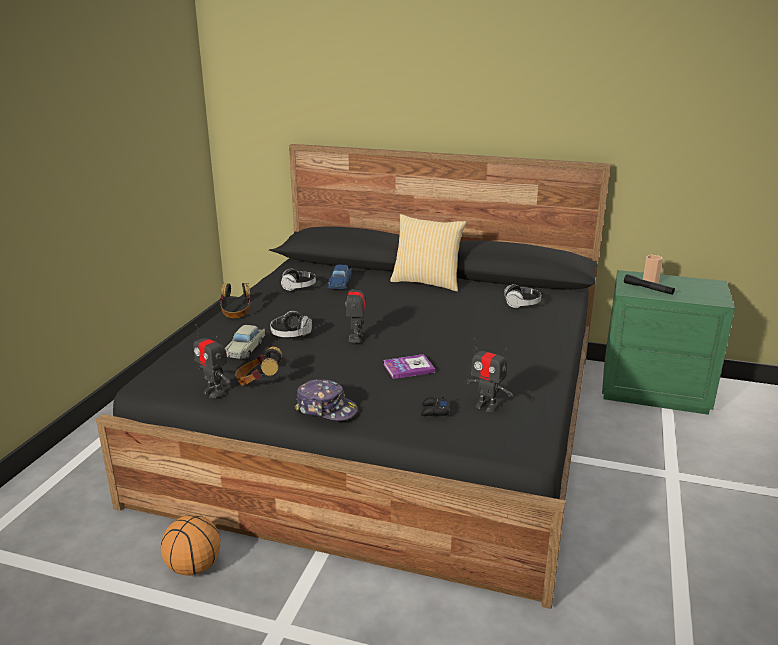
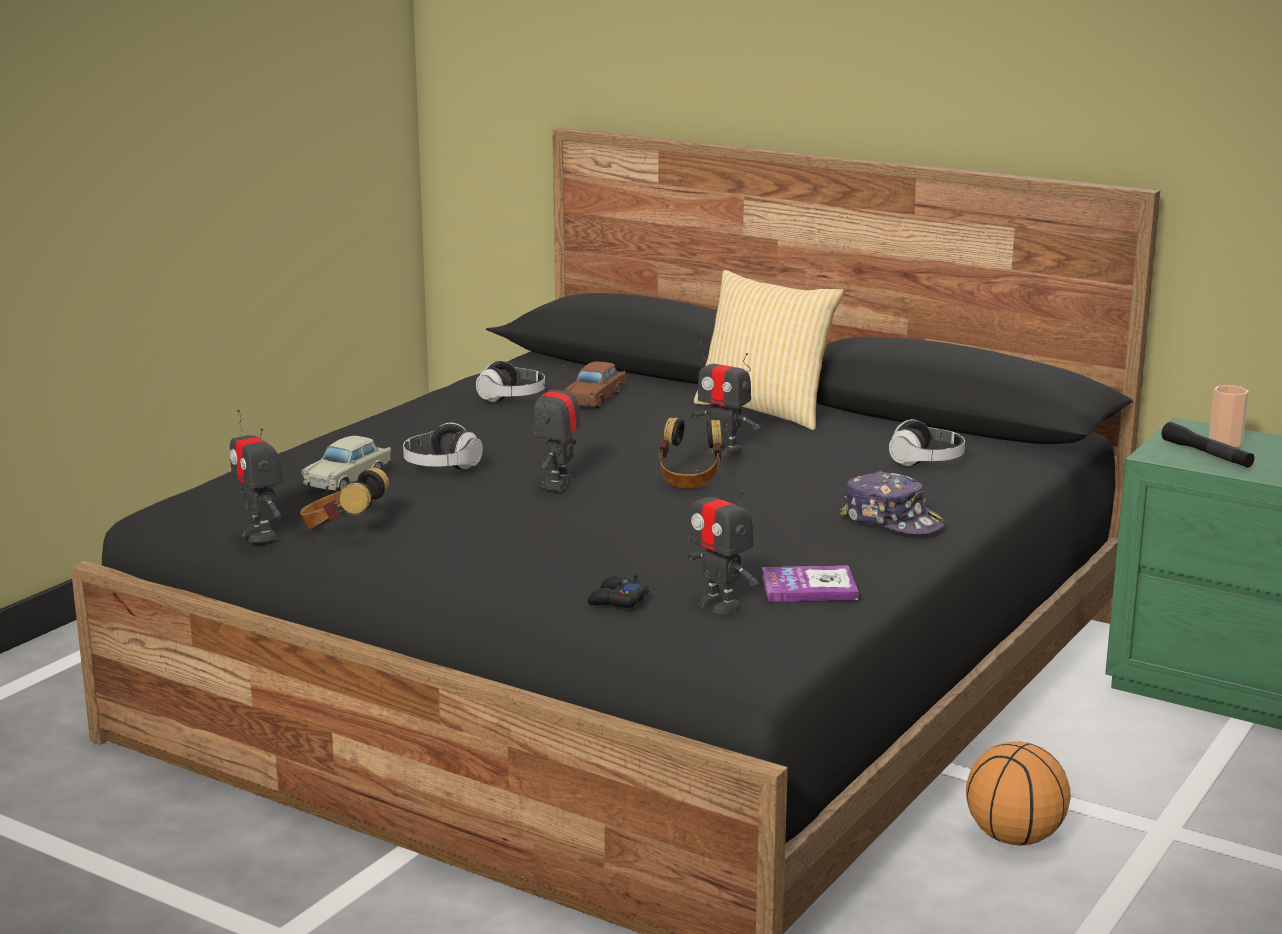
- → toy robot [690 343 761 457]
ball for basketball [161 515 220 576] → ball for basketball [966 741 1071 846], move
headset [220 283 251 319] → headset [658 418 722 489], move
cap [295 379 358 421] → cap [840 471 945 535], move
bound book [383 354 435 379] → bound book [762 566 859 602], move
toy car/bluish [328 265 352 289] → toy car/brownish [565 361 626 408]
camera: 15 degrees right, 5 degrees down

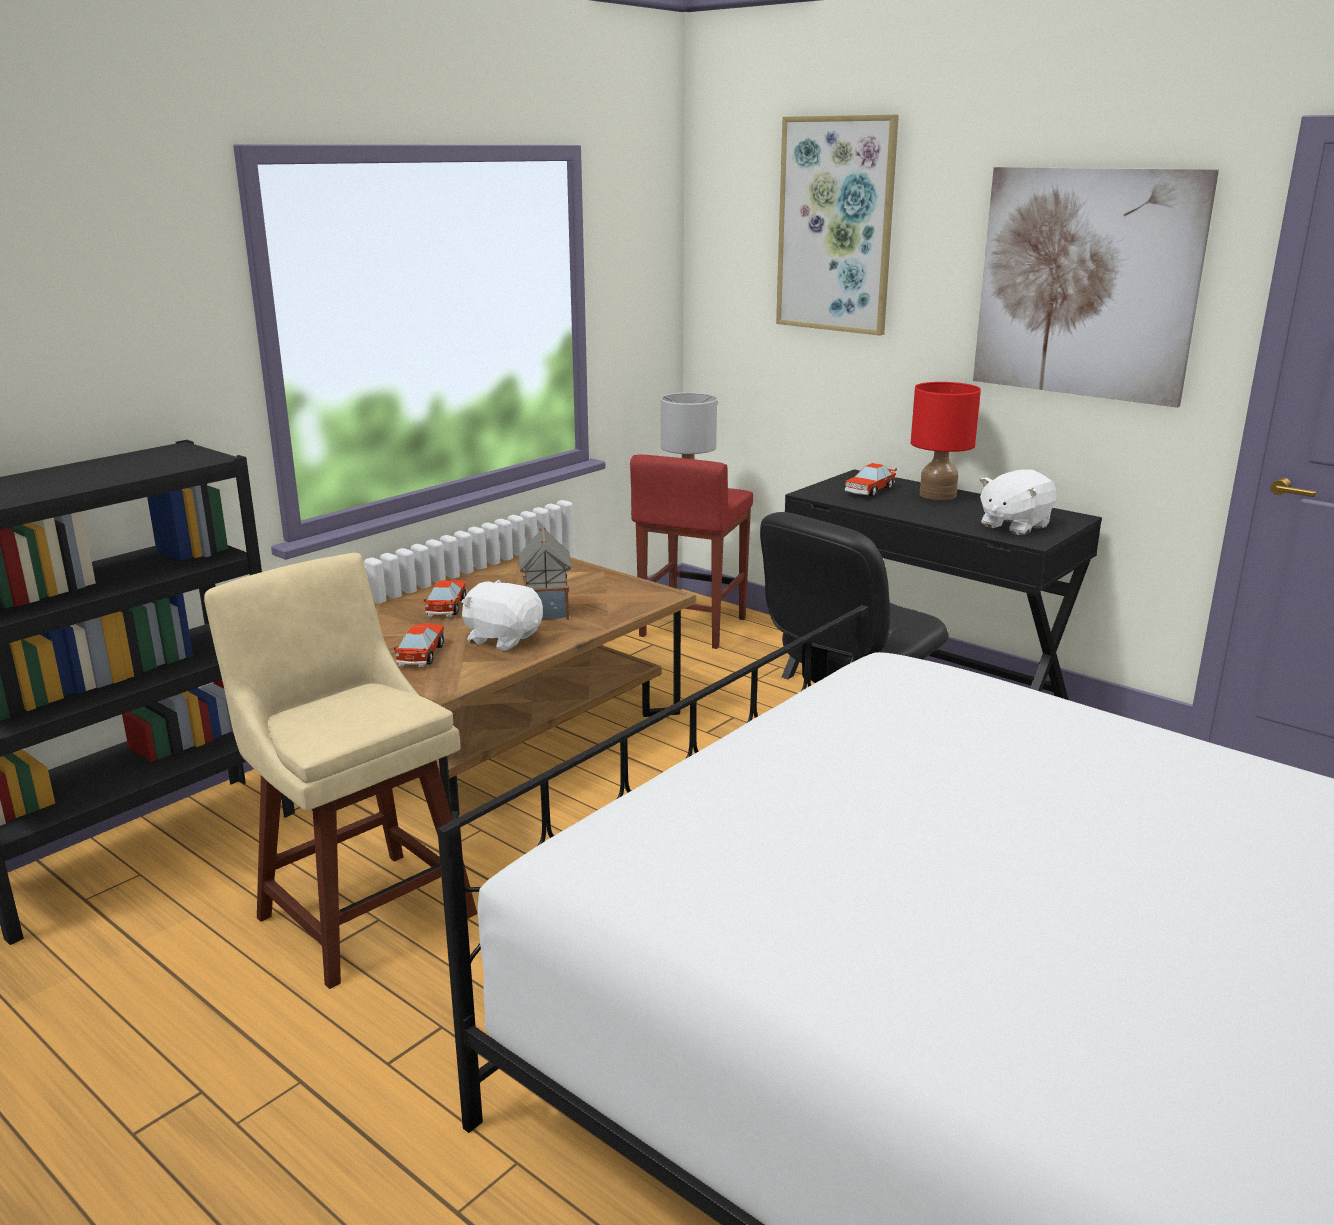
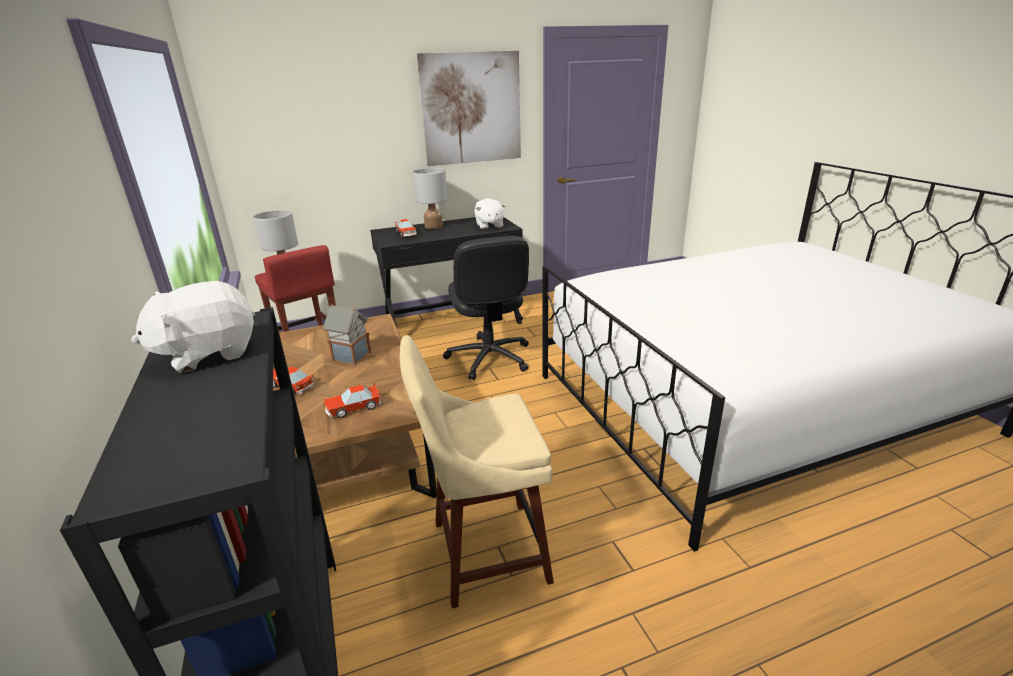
wall art [776 115 899 336] → -
plush toy/white [461 579 543 651] → plush toy/white [131 281 255 373], move
lamp for a table/red-coloured [911 382 981 501] → lamp for a table/gray [413 168 448 229]
toy car [394 623 444 667] → toy car [324 383 381 418], 60 degrees counterclockwise
camera: 60 degrees left, 5 degrees up

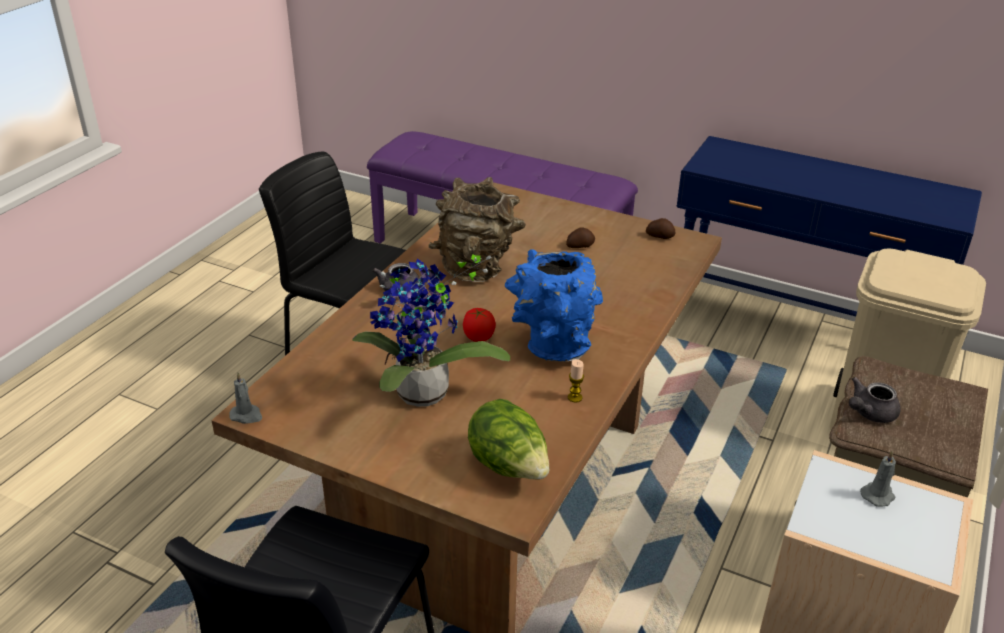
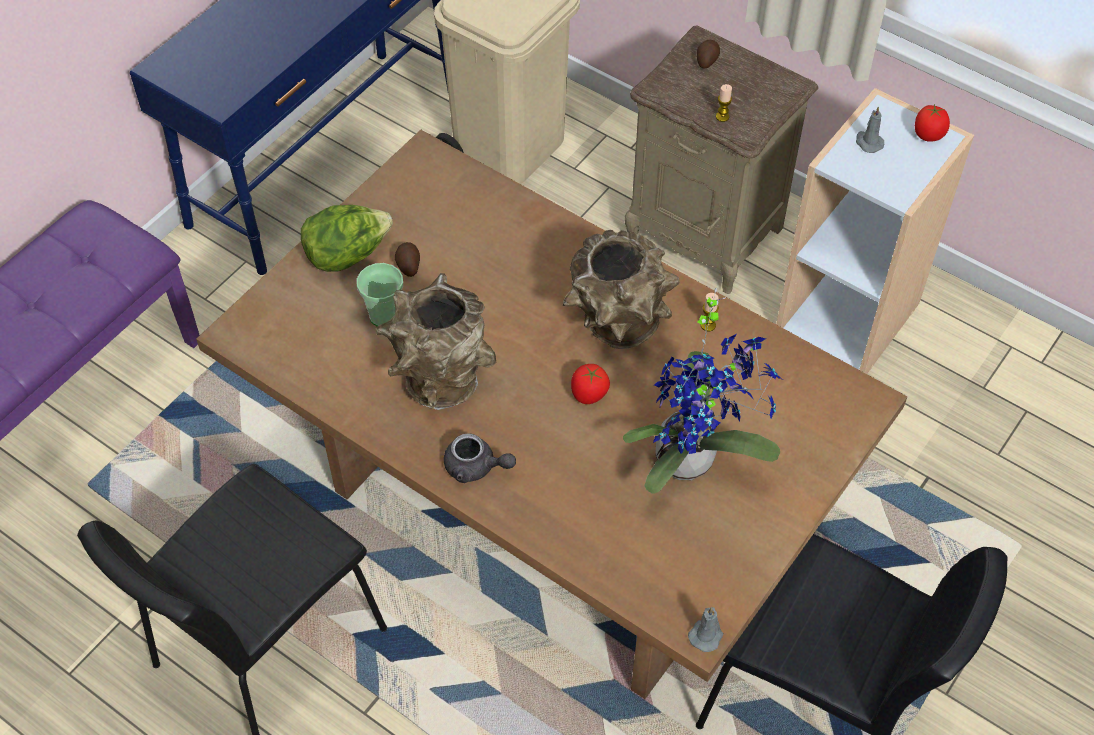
- → small cup [357 263 403 327]
- → fresh tomato [915 104 950 142]
lettuce [468 399 549 480] → lettuce [301 205 393 272], move
potato [646 218 675 239] → potato [697 40 720 69], move
pot for tea/gray [849 377 901 423] → wax candle [716 84 732 122]
vase/bluish [505 249 603 362] → vase/brownish [563 230 680 349]
camera: 80 degrees left, 20 degrees up

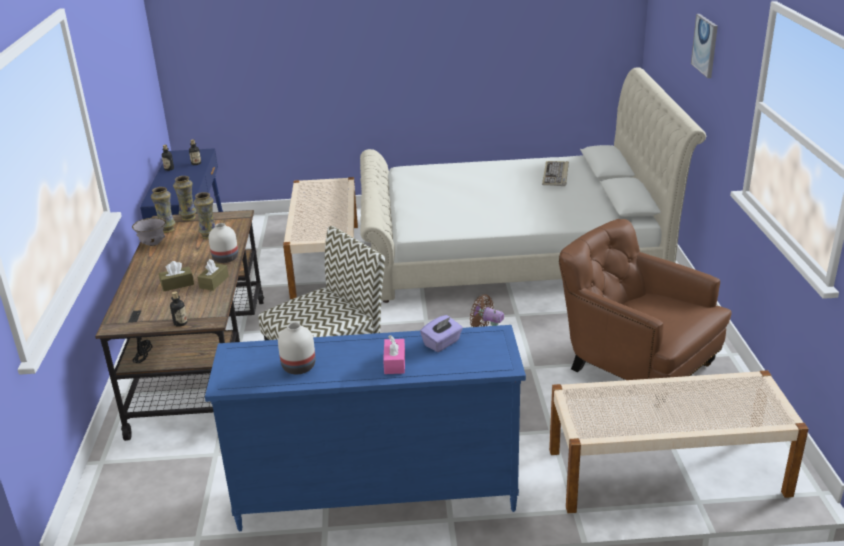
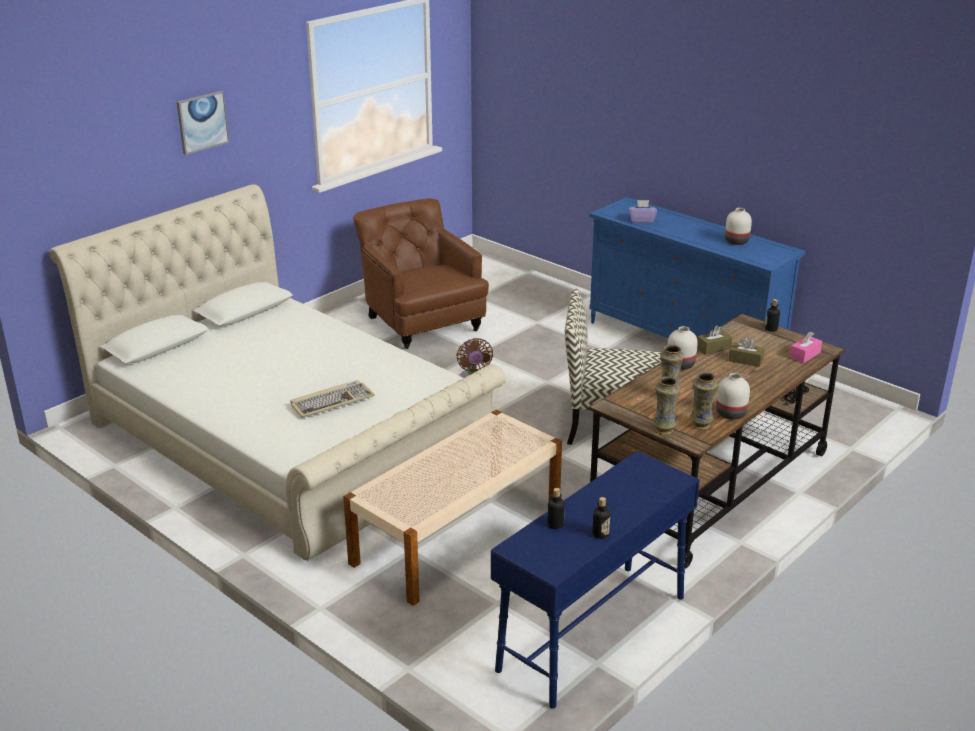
long seat/beige-coloured [549 370 809 513] → -
tissue box/pink-coloured [383 335 405 374] → tissue box/pink-coloured [790 332 822 363], move
keyboard [542 161 569 186] → keyboard [291 380 375 418], move
serving bowl/gray [132 217 166 246] → vase/white [716 373 750 420]
easy chair/brownish [559 219 732 407] → easy chair/brownish [353 198 489 349], 150 degrees clockwise
camera: 135 degrees left, 0 degrees up

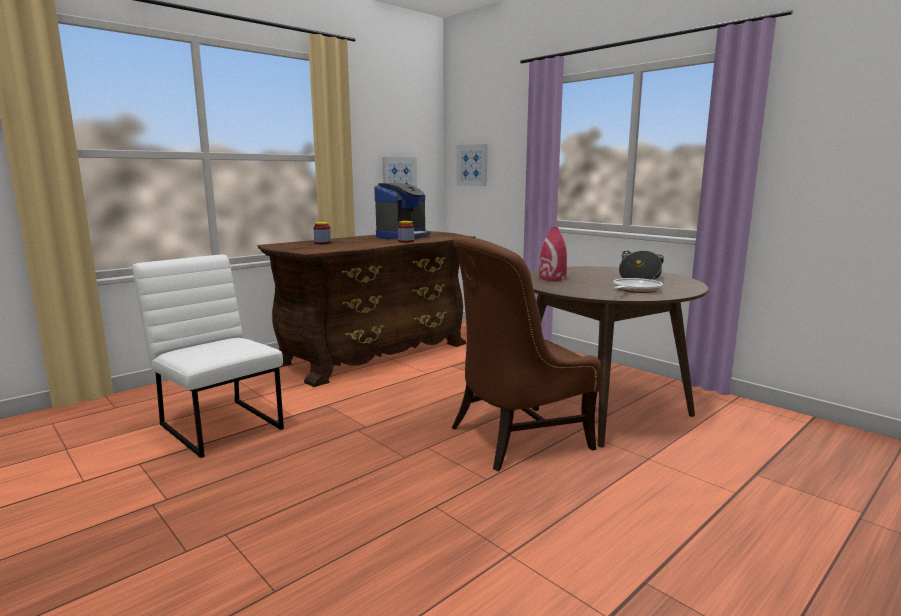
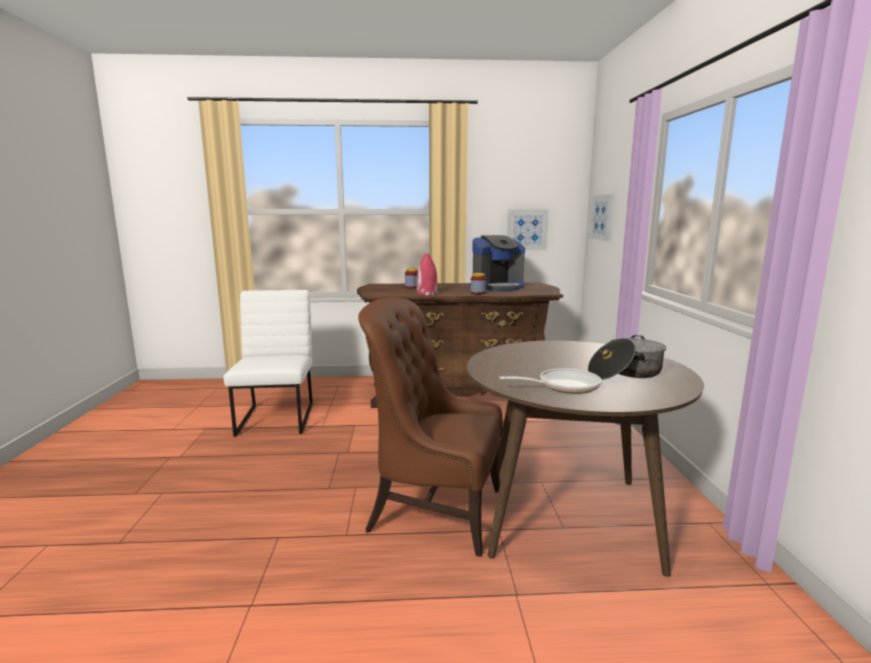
vase/red-coloured [539 227 567 281] → vase/red-coloured [417 254 438 295], move
camera: 40 degrees right, 0 degrees up

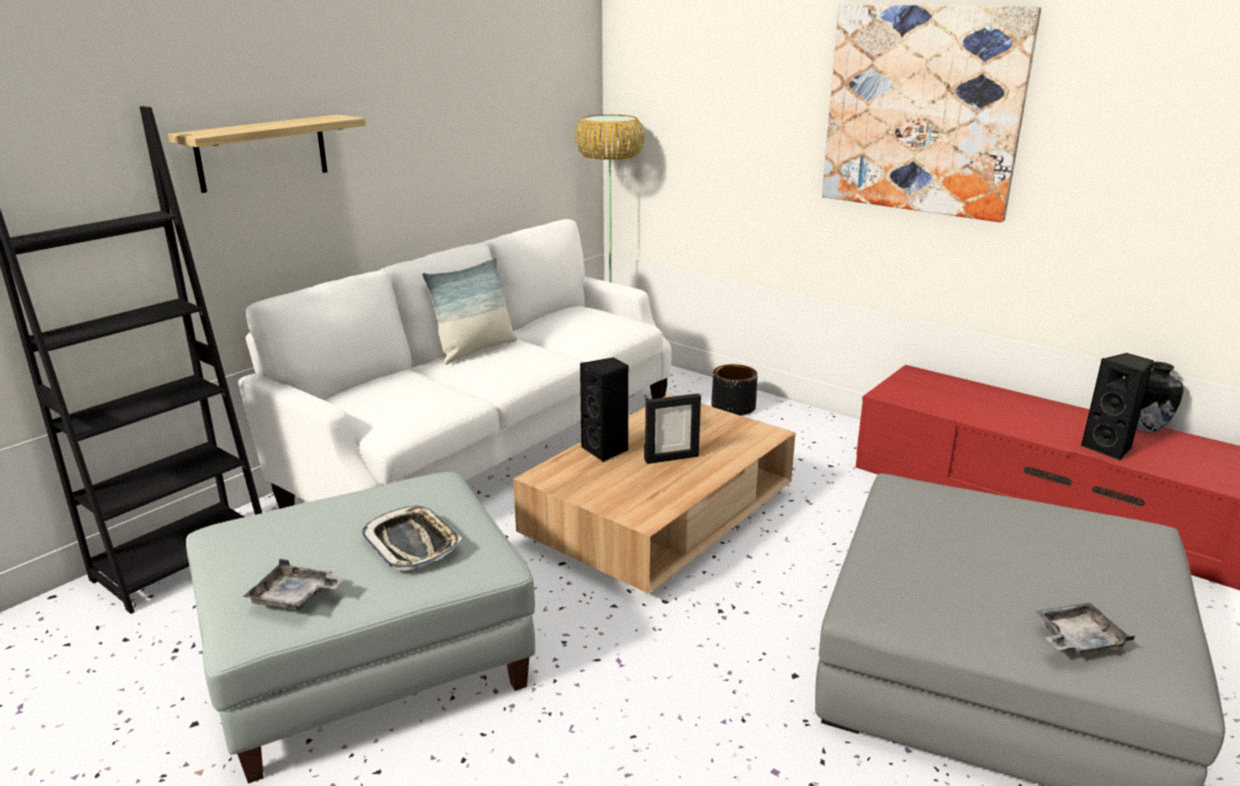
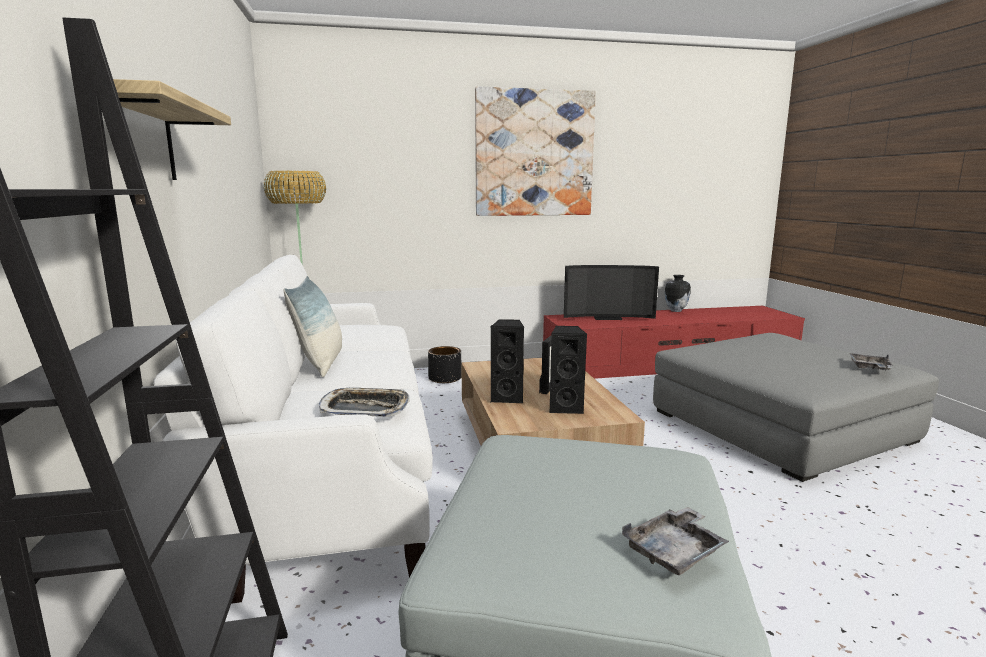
- → TV [564 265 659 320]
tray [361 506 462 571] → tray [319 388 410 417], move
speaker/black [1081 353 1154 460] → speaker/black [549 326 587 414], move
camera: 50 degrees left, 10 degrees down

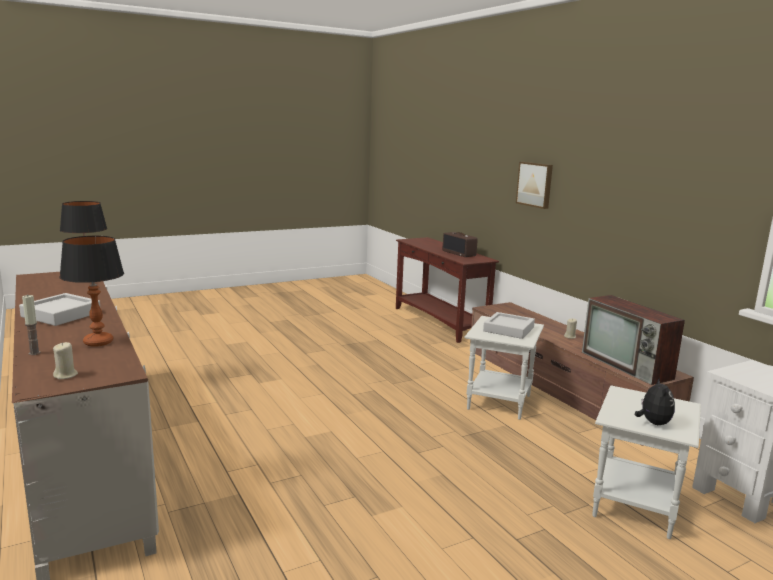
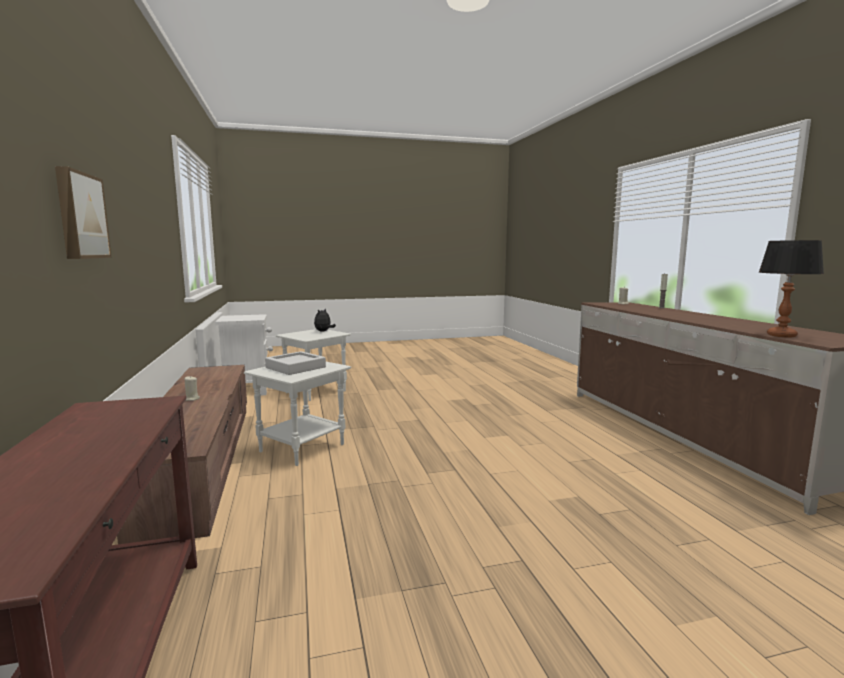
tray/gray [19 293 100 326] → -
lamp for a table [59 236 124 347] → -
radio set [443 232 478 257] → -
TV [582 295 685 385] → -
camera: 165 degrees left, 5 degrees down

